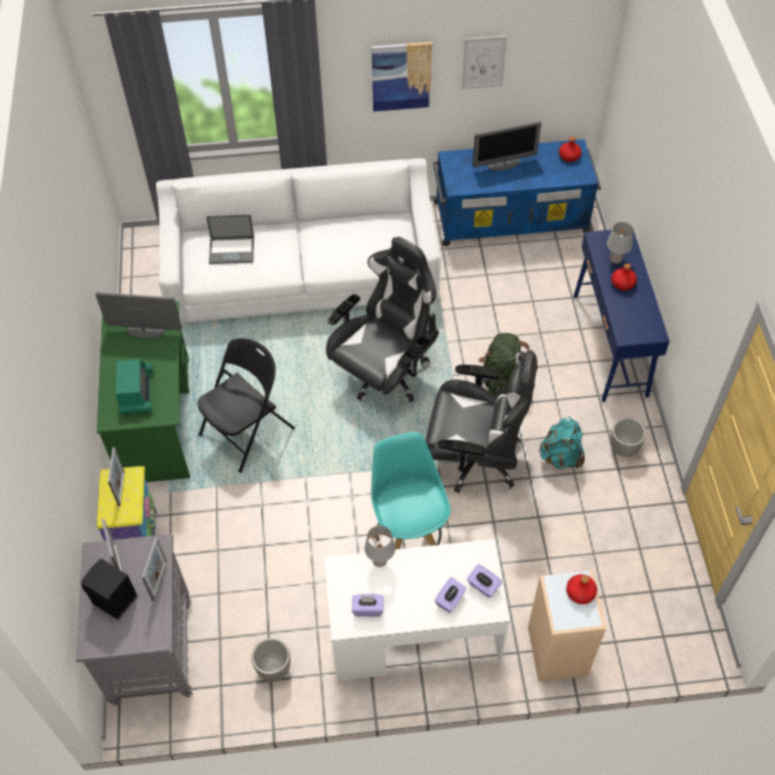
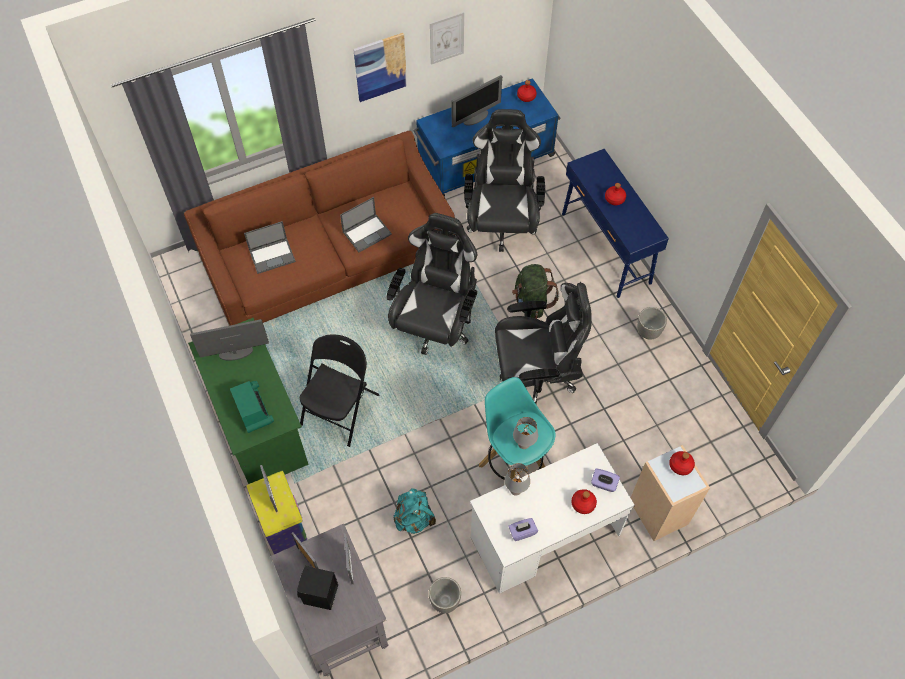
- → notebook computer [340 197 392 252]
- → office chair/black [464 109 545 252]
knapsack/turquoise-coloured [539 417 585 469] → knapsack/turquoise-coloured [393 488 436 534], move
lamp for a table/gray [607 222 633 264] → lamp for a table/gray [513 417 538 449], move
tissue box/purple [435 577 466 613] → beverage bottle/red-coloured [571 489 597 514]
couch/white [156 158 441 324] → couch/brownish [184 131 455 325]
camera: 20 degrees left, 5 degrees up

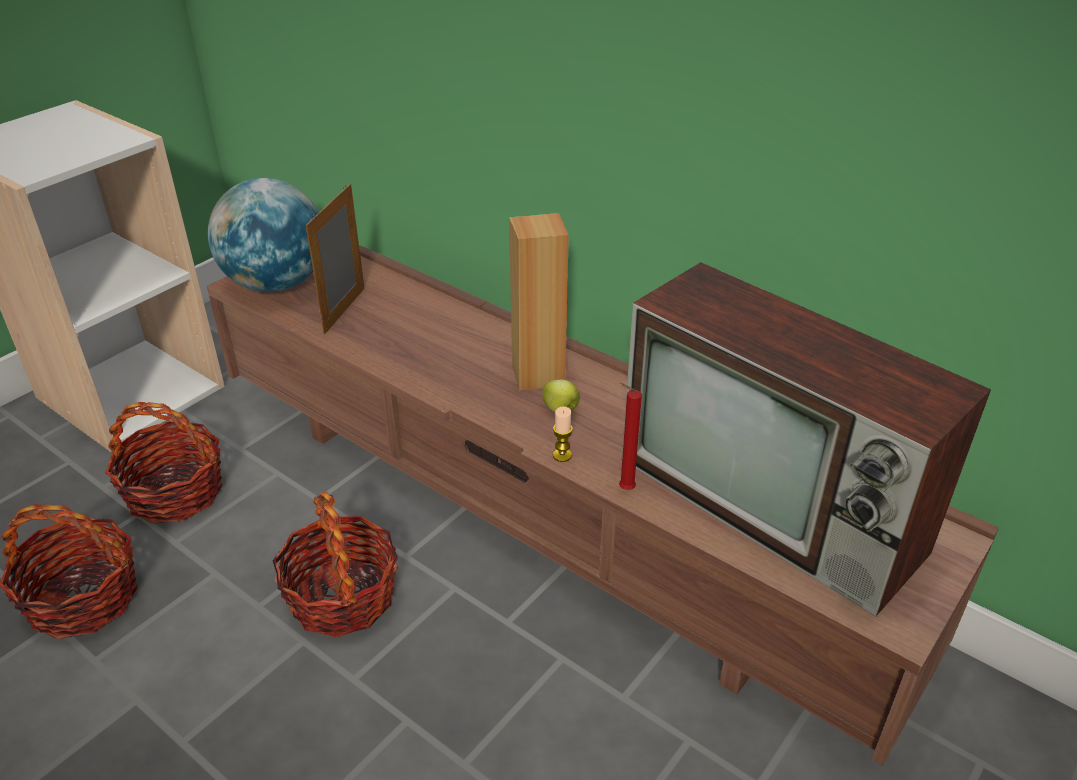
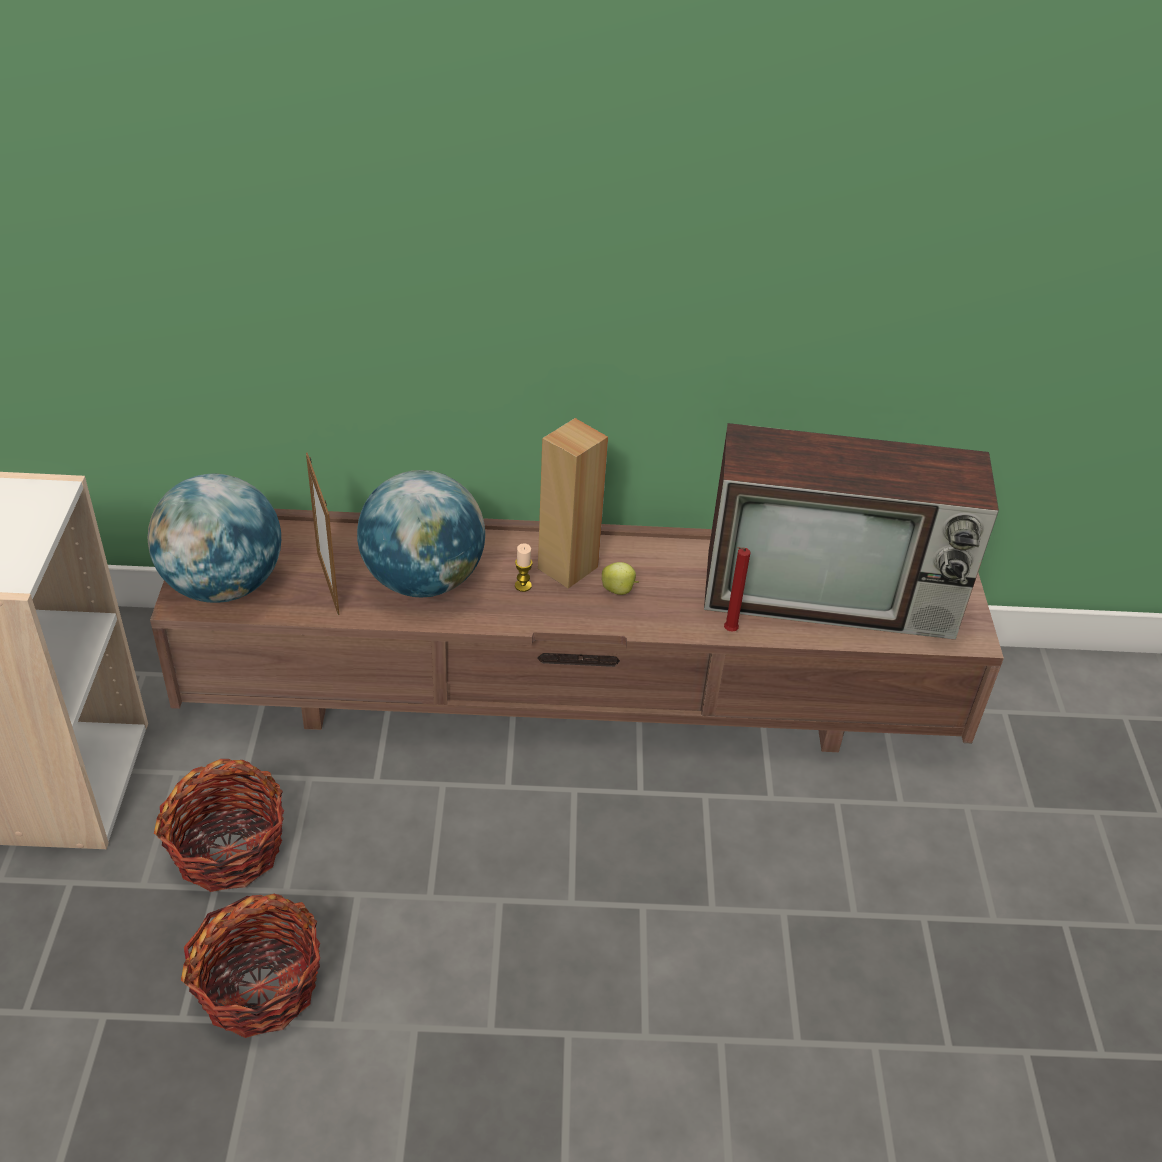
household basket [272 492 398 638] → -
- → globe [357 470 485 597]
wax candle [553 406 573 462] → wax candle [515 543 533 592], move
camera: 40 degrees left, 5 degrees up

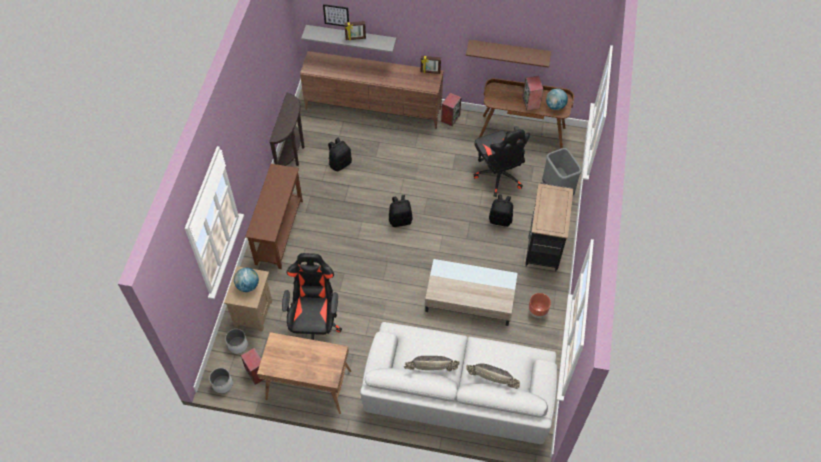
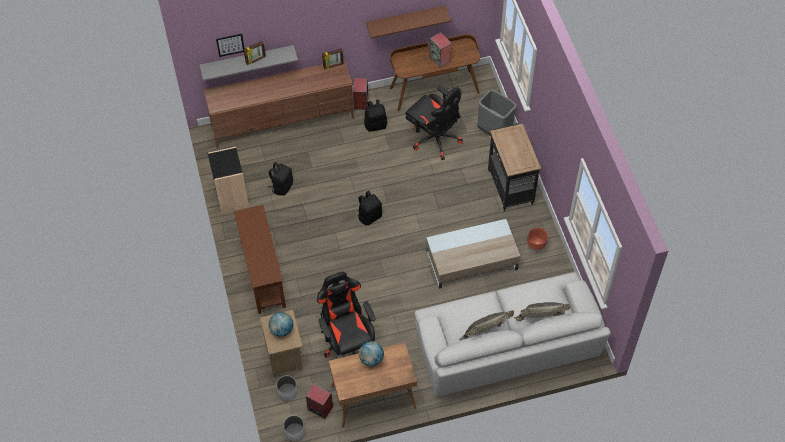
knapsack/black [489 194 513 227] → knapsack/black [364 100 387 132], move
globe [546 88 568 110] → globe [359 341 384 367], move
narrow table/brownish [269 93 305 166] → bookcase/black [208 147 249 214]
camera: 25 degrees left, 0 degrees up

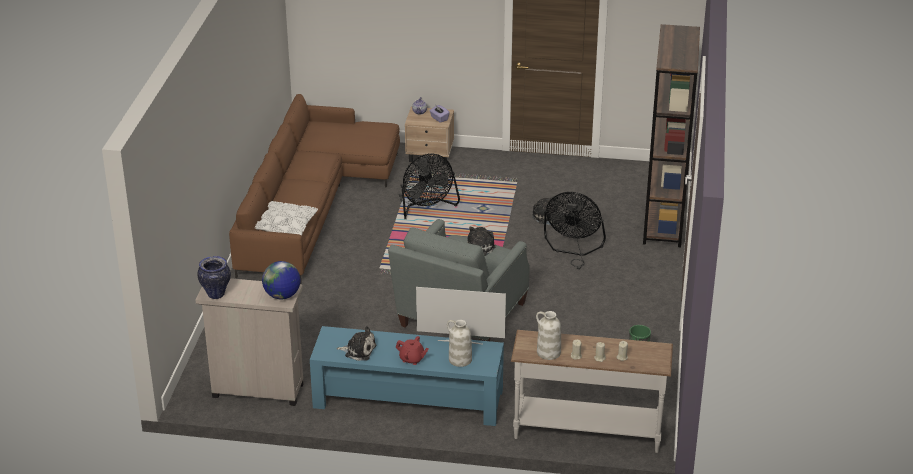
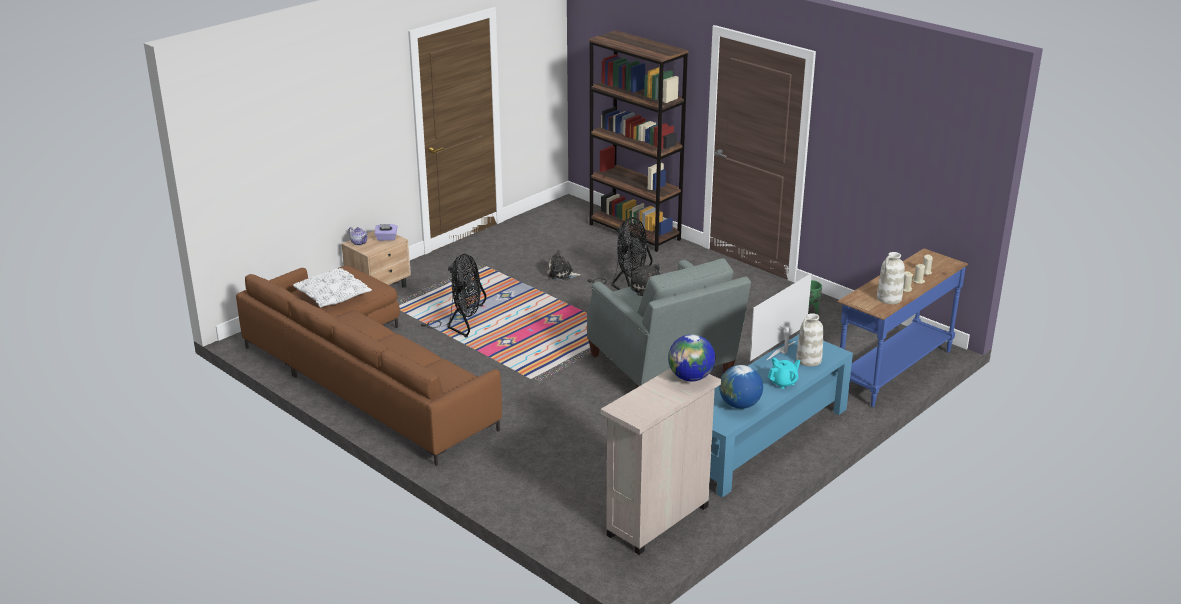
vase [198 256 231 299] → -
cushion/white [255 201 318 236] → cushion/white [293 268 372 307], move
plush toy [336 326 377 361] → globe [719 365 763 409]
pot for tea/red-coloured [396 336 429 365] → pot for tea/turquoise-coloured [768 358 800 389]
narrow table/white [511 330 673 453] → narrow table/bluish [837 248 968 407]
cooling fan/black [544 192 606 270] → cooling fan/black [587 217 653 290], 150 degrees clockwise
camera: 55 degrees left, 5 degrees down

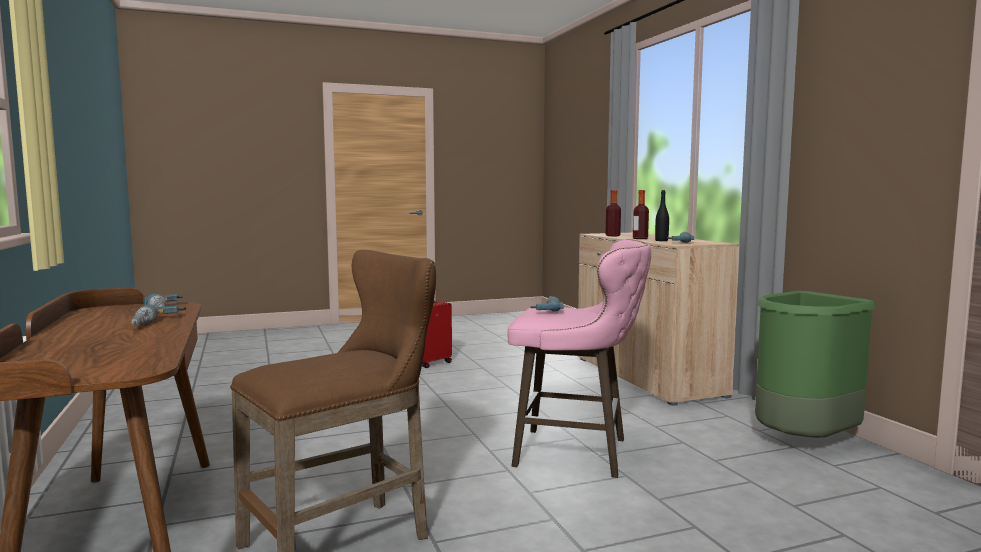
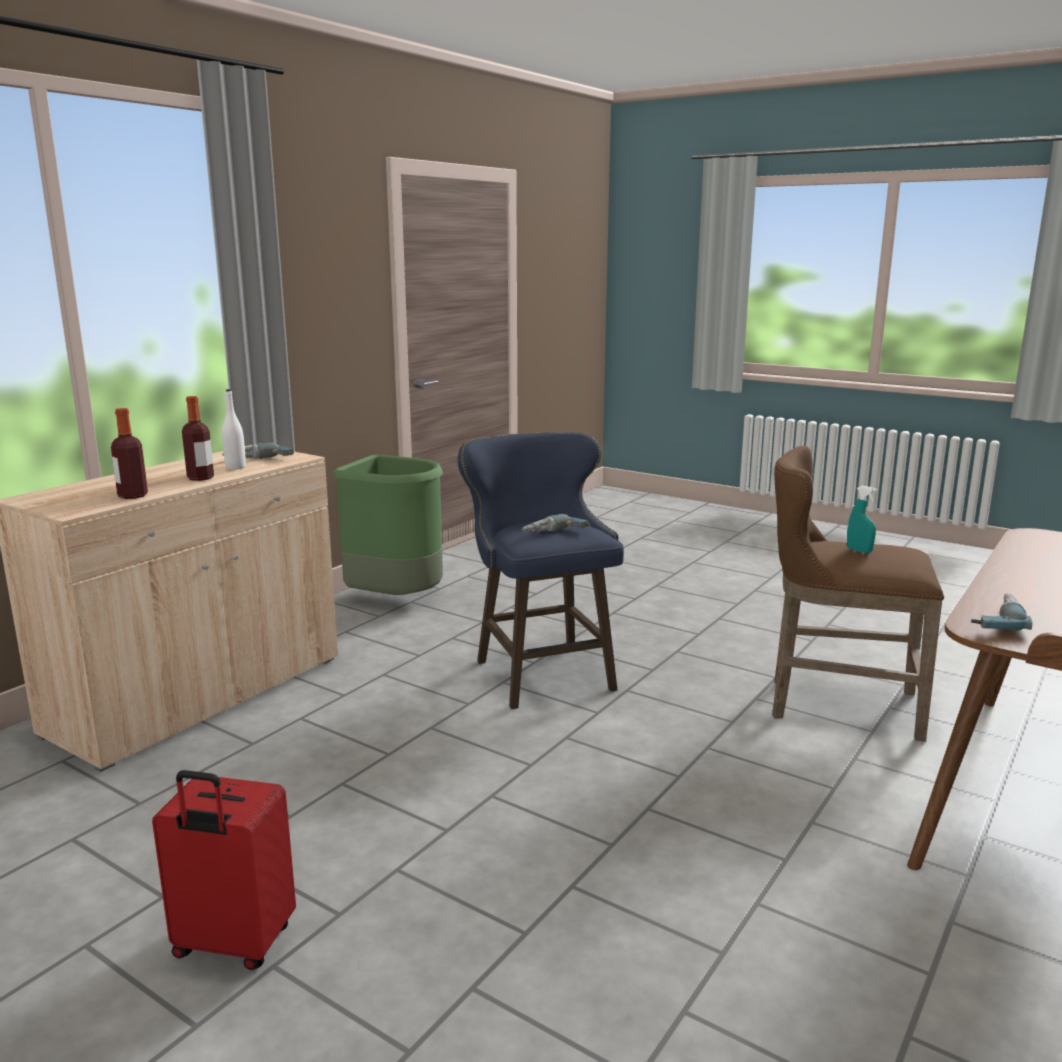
drill [131 304 186 325] → -
- → sprayer/turquoise-coloured [847 486 877 553]
sitting stool/pink-coloured [507 239 651 478] → sitting stool/bluish [458 432 624 709]
beverage bottle/black [655 190 669 241] → beverage bottle/white [222 389 246 470]
camera: 125 degrees left, 10 degrees up

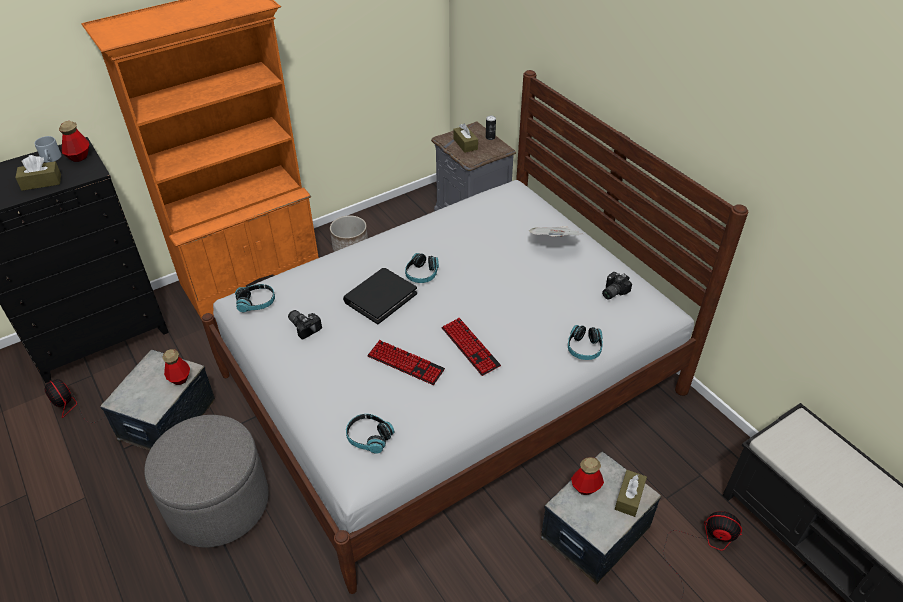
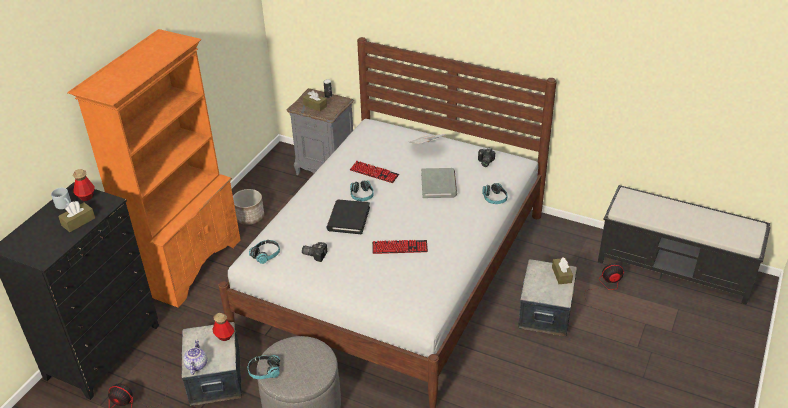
beverage bottle [571 457 604 495] → -
- → pot for tea [183 339 207 375]
- → bound book/gray [421 168 457 198]
headset [346 414 395 454] → headset [248 355 280 379], move
keyboard [441 318 501 376] → keyboard [350 161 399 183], move
camera: 30 degrees left, 5 degrees down

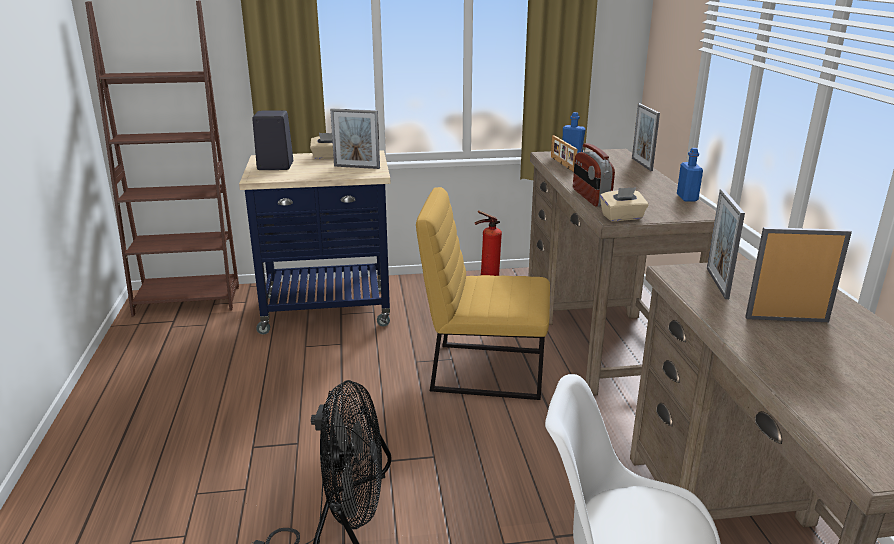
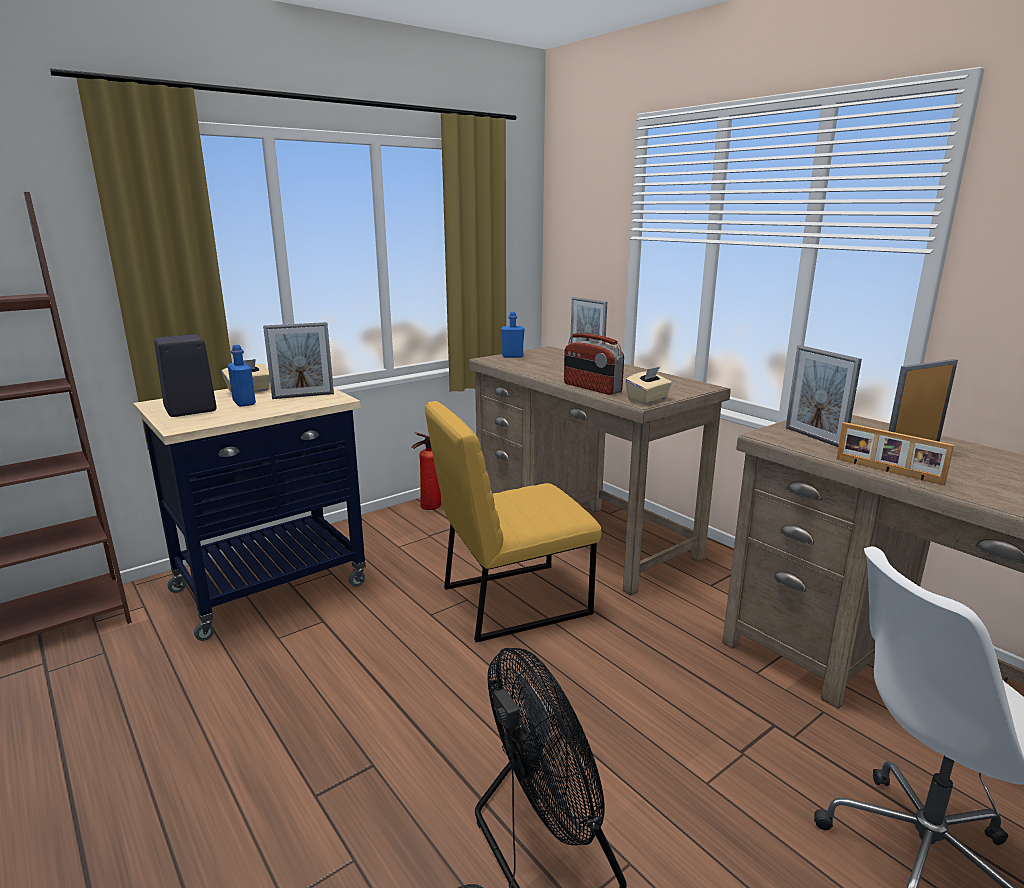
standing frame [551 135 577 172] → standing frame [836 422 955 485], move
beverage bottle/bluish [677 148 703 202] → beverage bottle/bluish [228 345 256 407], move
camera: 30 degrees left, 5 degrees down

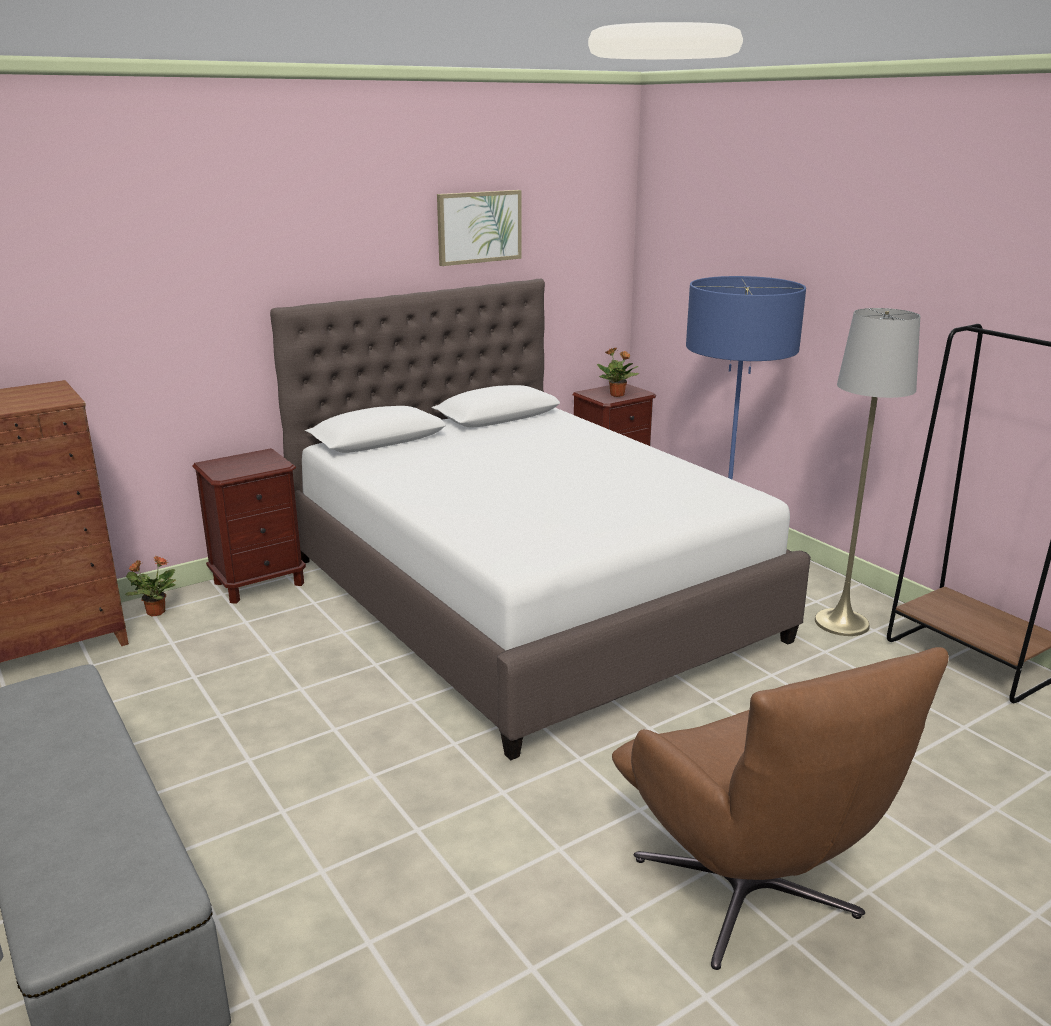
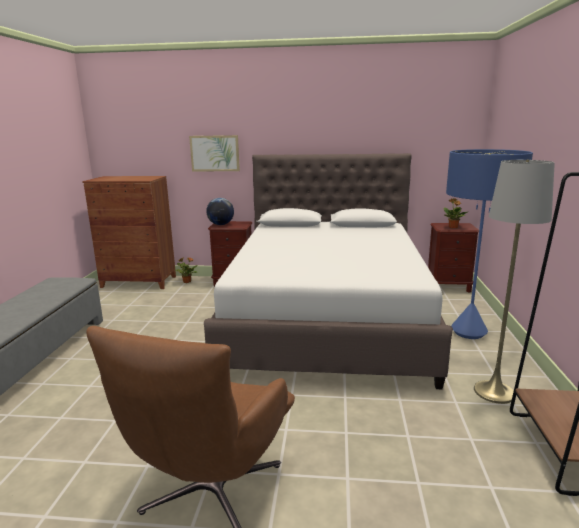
- → globe [206 198 234 225]
wall art [437 190 522 266] → wall art [189 135 240 171], move
camera: 40 degrees right, 5 degrees down

